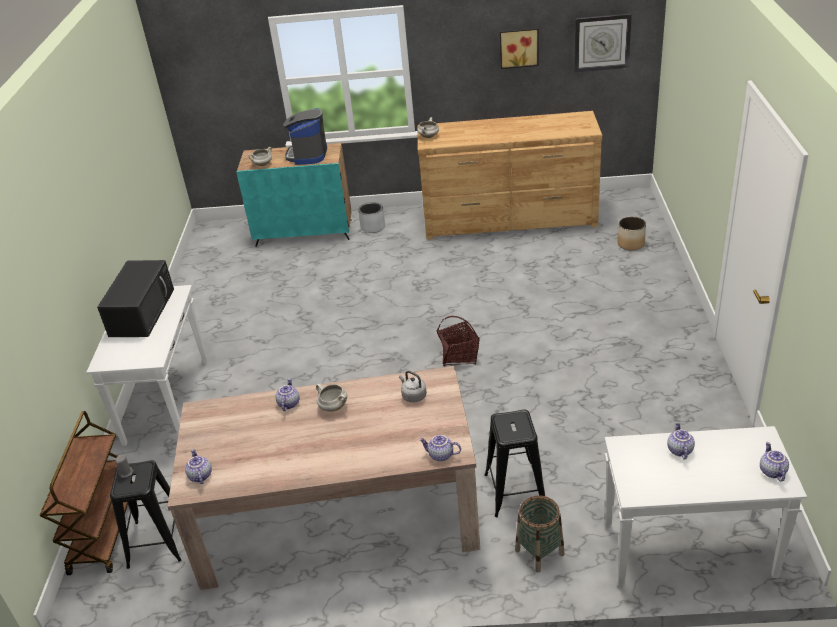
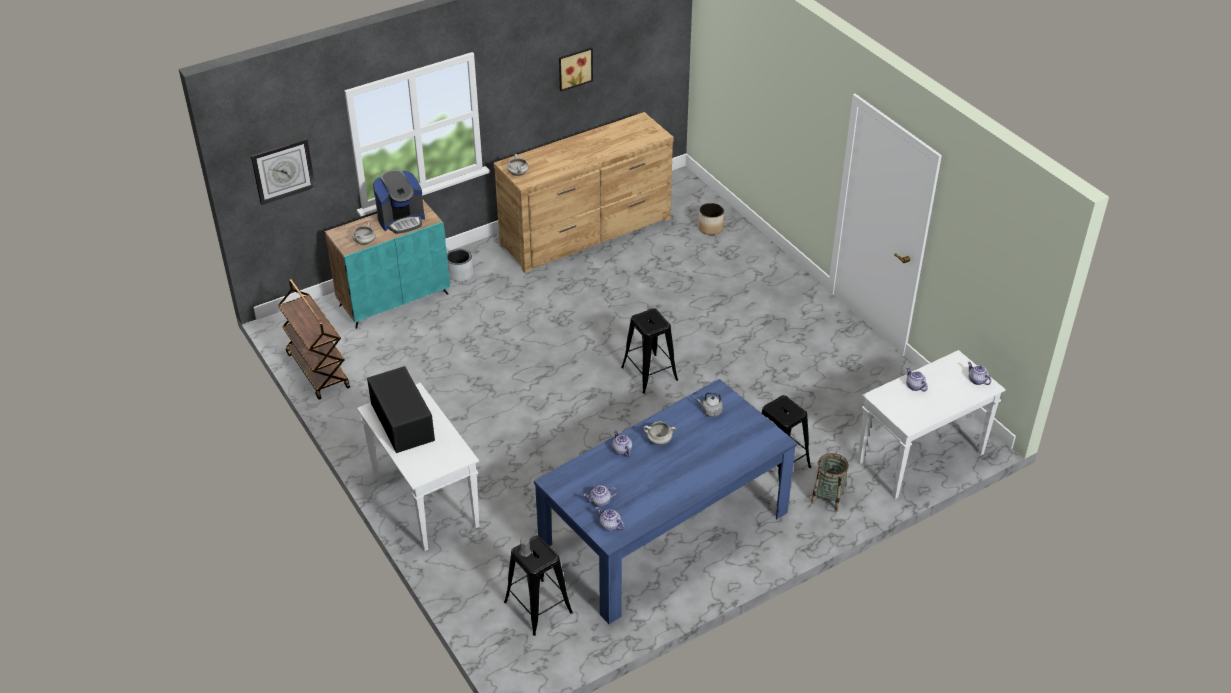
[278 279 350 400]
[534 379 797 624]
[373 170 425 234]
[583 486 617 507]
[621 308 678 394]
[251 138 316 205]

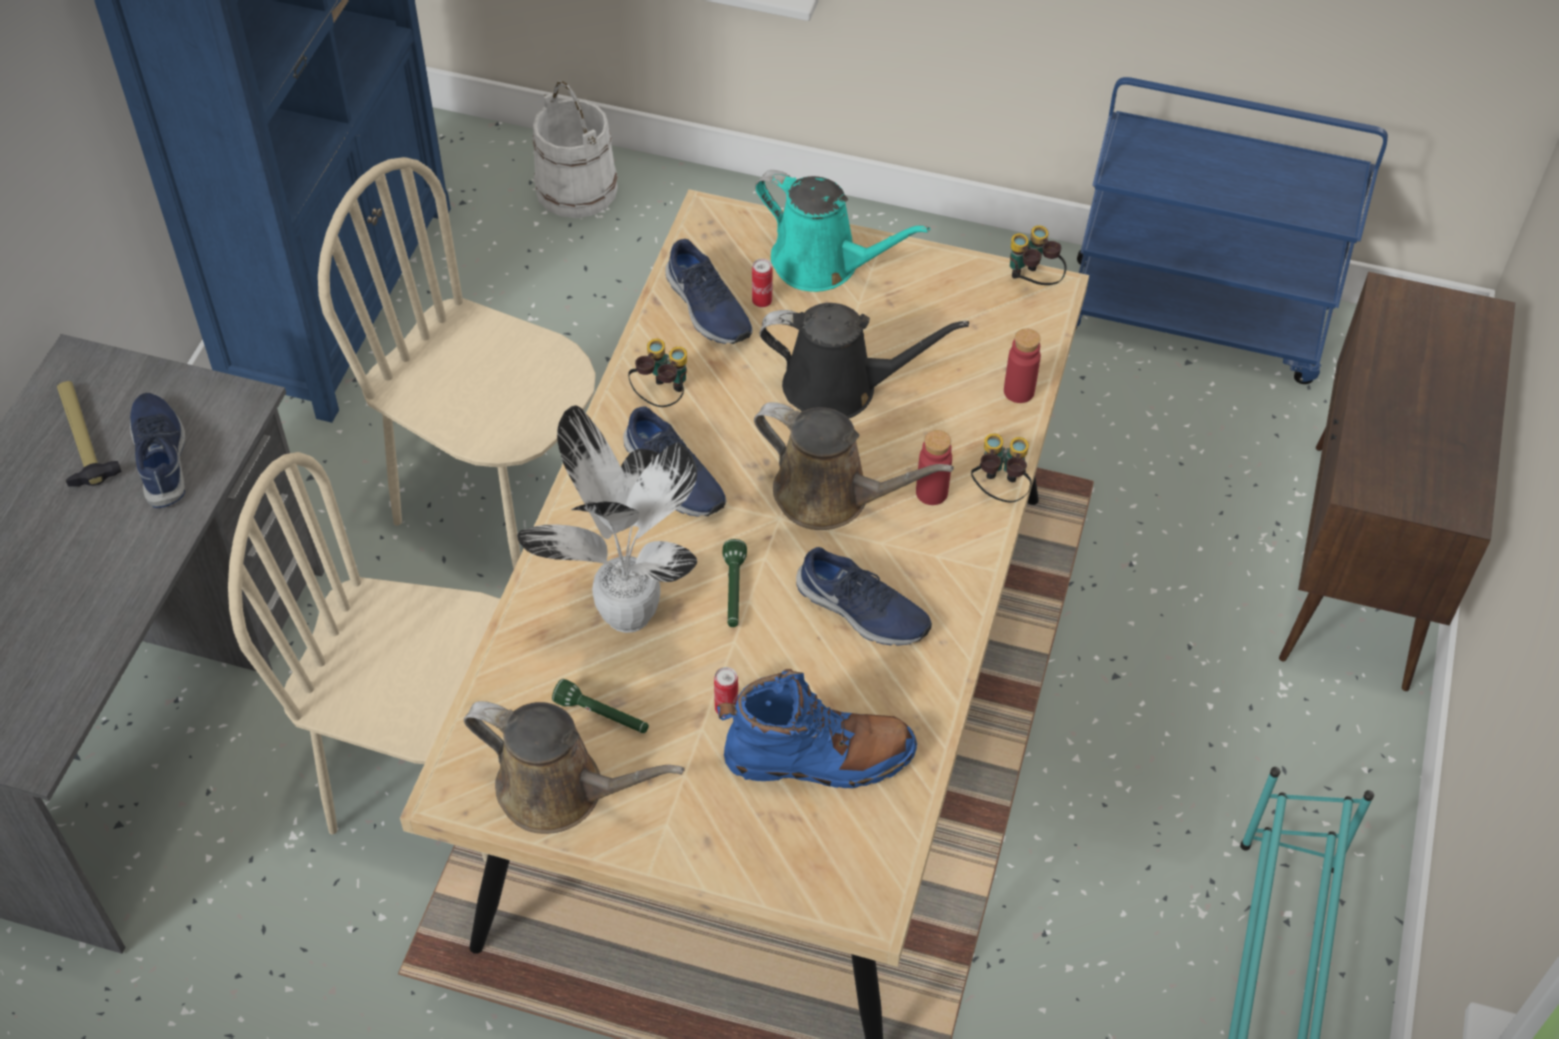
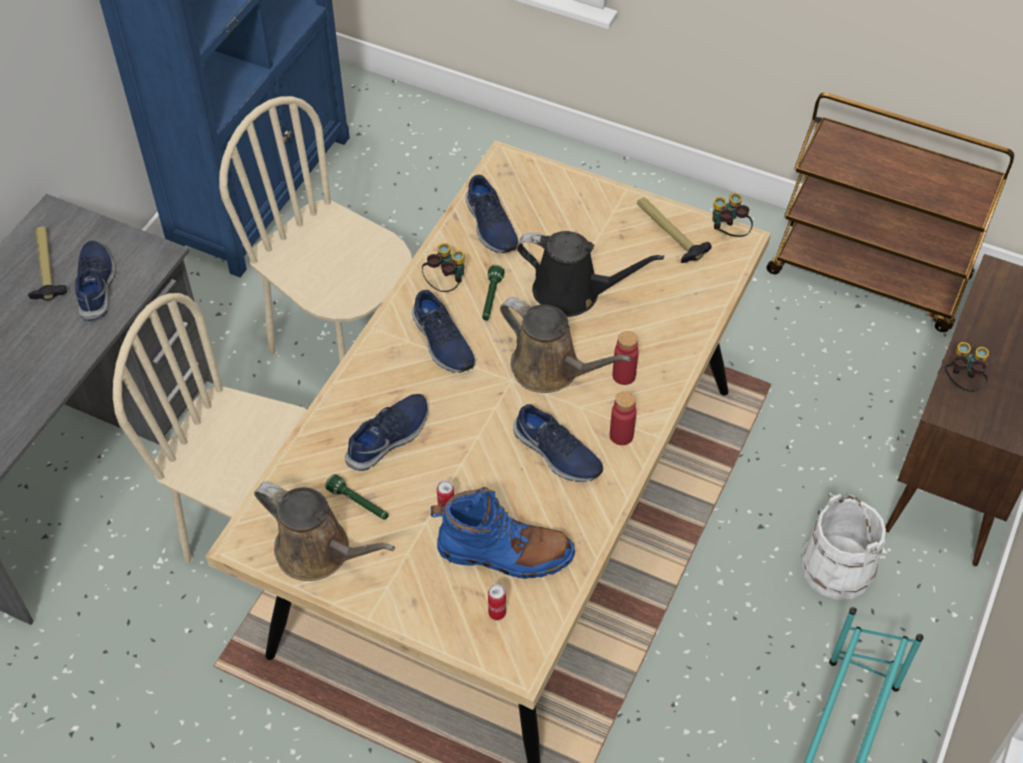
[345 394 428 471]
[801 493 886 600]
[482 265 504 320]
[488 584 506 620]
[755 170 930 292] (first image)
[945 342 989 392]
[610 391 636 445]
[766 93 1014 332]
[637 197 712 263]

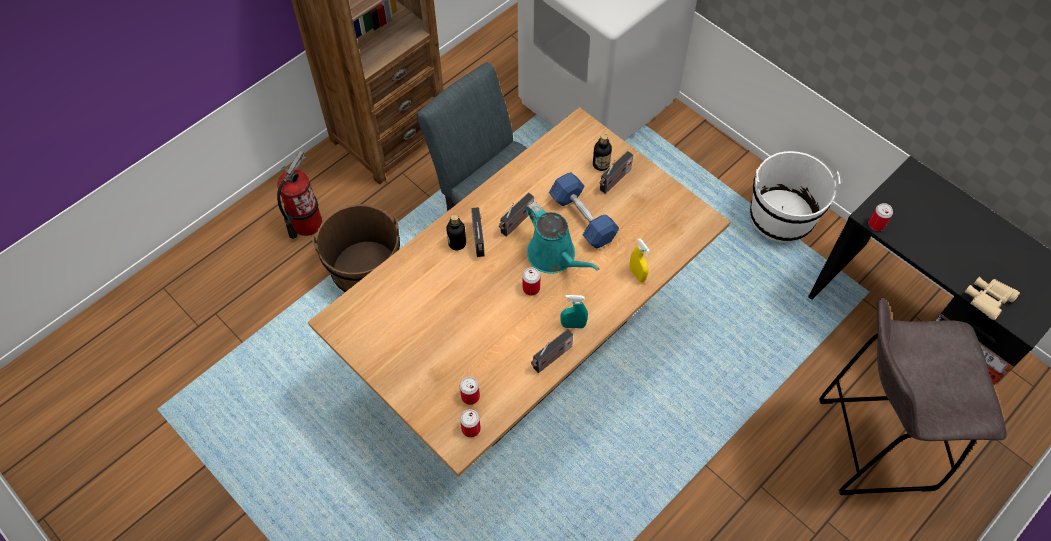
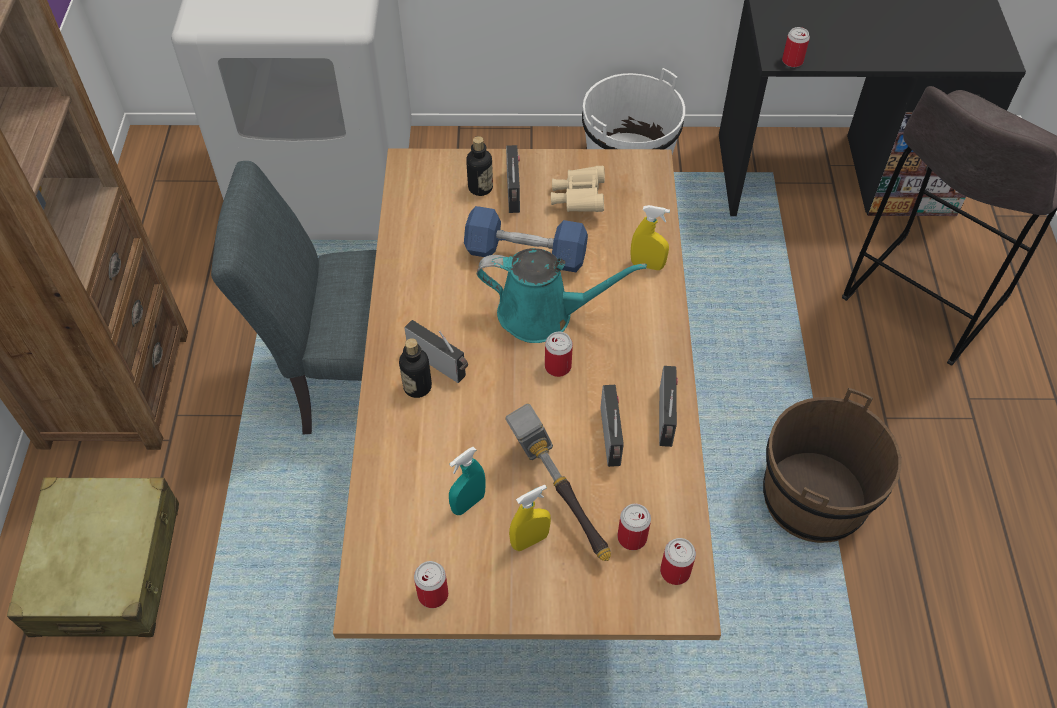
[7 477 179 637]
[763 388 902 543]
[600 385 624 467]
[449 447 486 515]
[551 166 605 212]
[414 561 448 608]
[505 403 611 561]
[509 485 551 551]

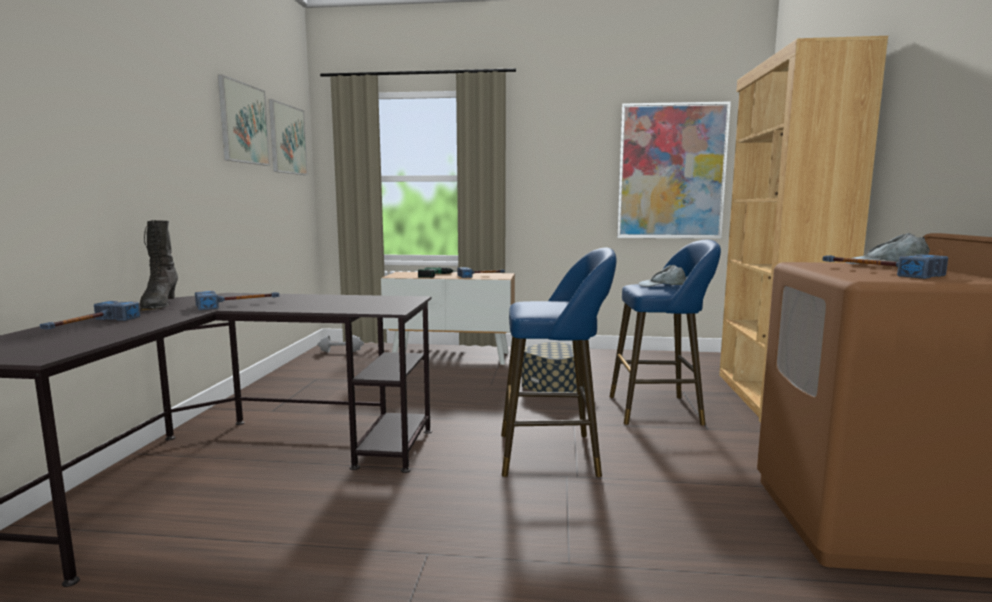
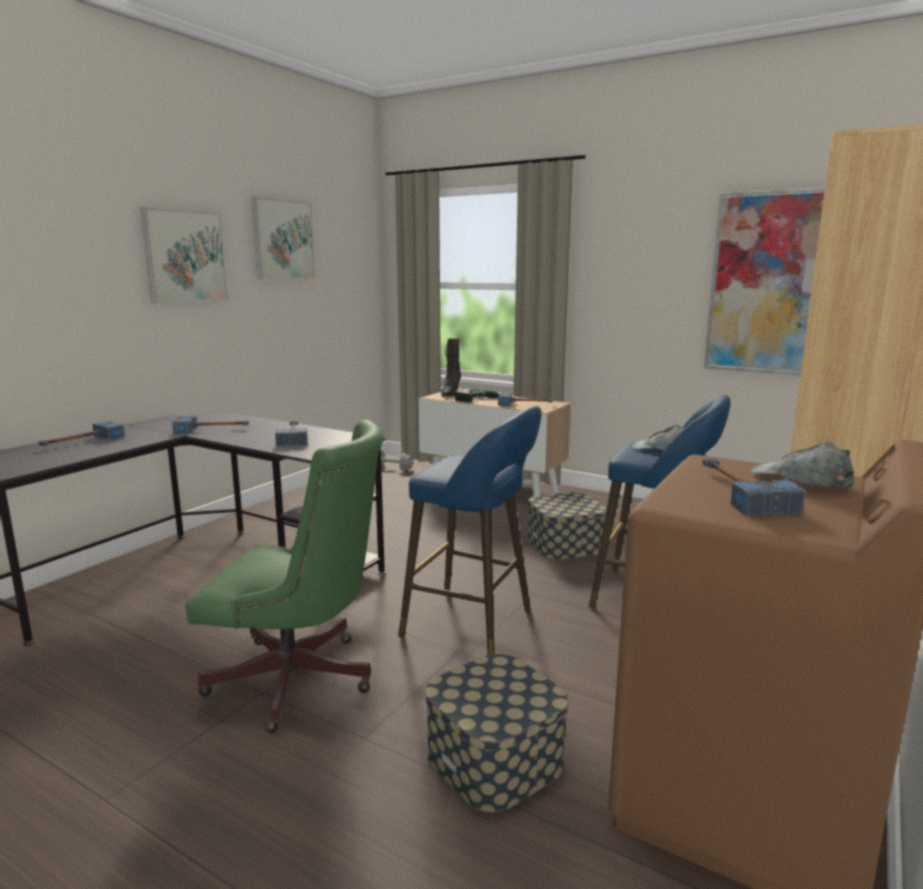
[441 339 461 397]
[140 207 229 304]
[185 420 384 733]
[275 421 308 446]
[425 654 568 813]

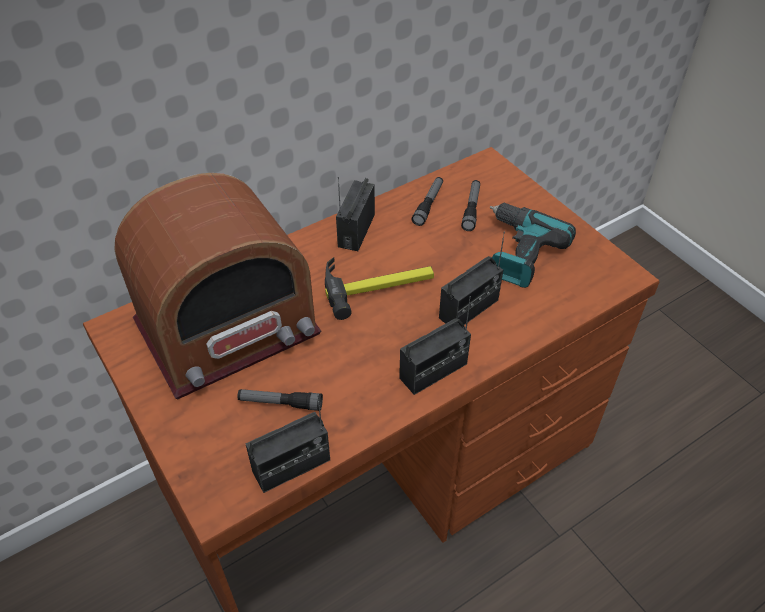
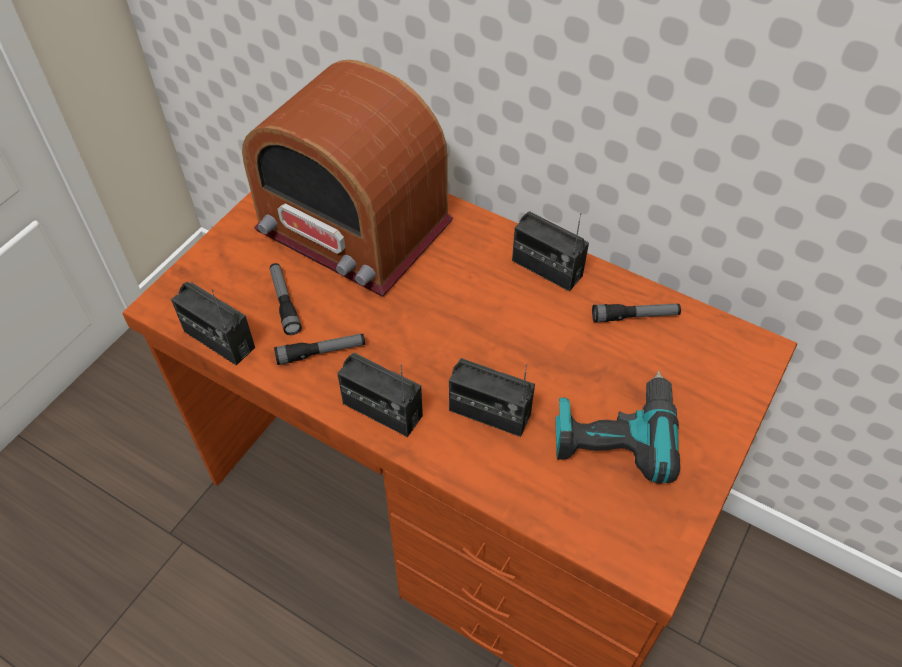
[325 257 434 320] (first image)
[512 211 589 291]
[274 334 365 365]

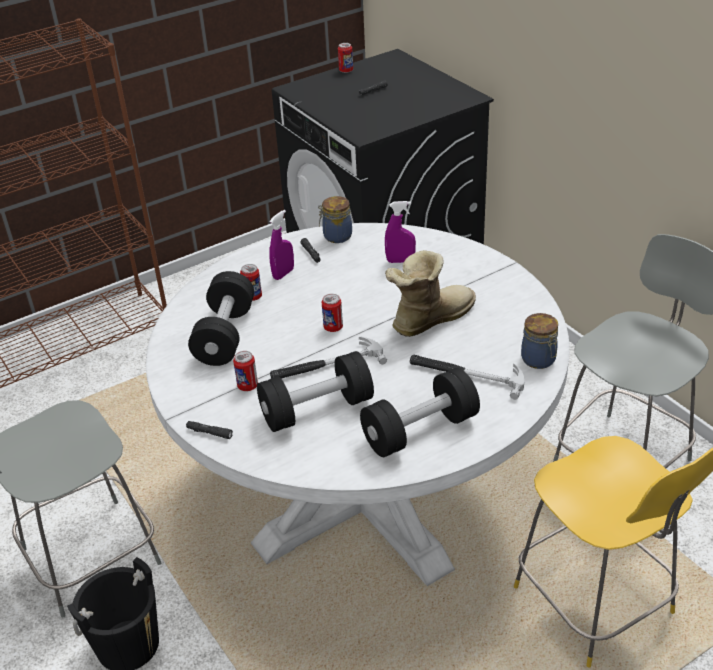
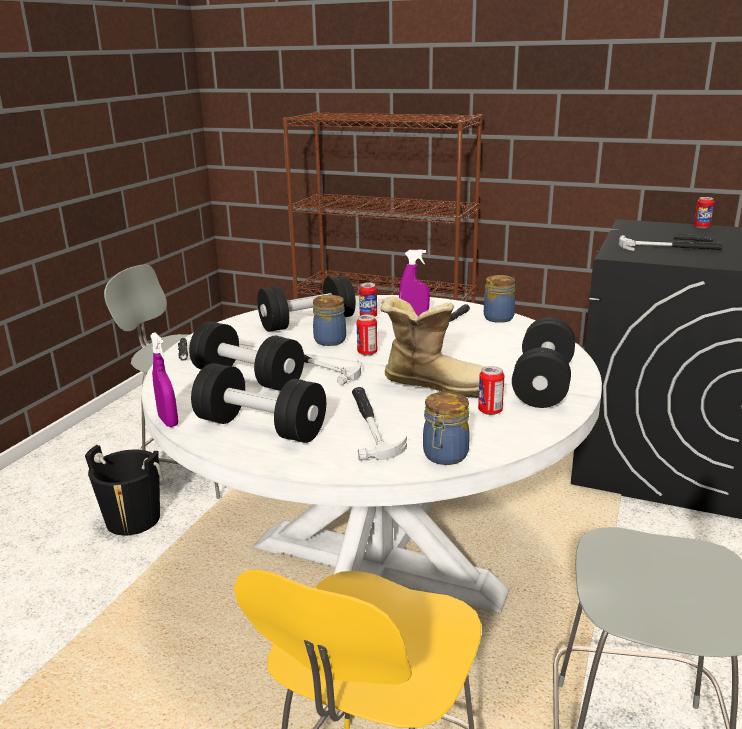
[478 366 505 415]
[150 333 178 427]
[313 295 346 346]
[512 317 575 408]
[619 235 723 251]

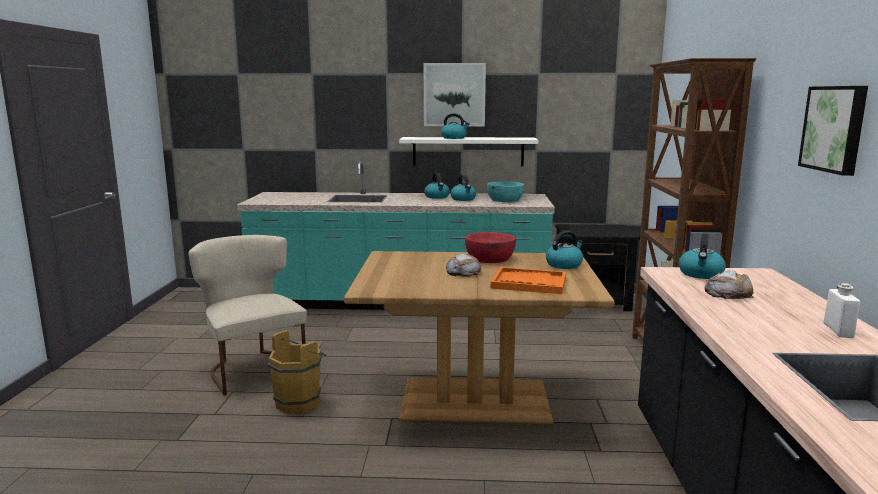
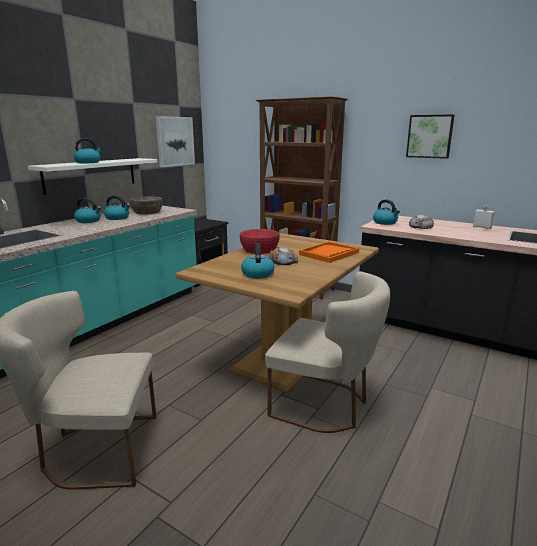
[268 330 327 414] (first image)
[156 116 195 167]
[130 196 163 215]
[241 243 275 279]
[265 272 390 433]

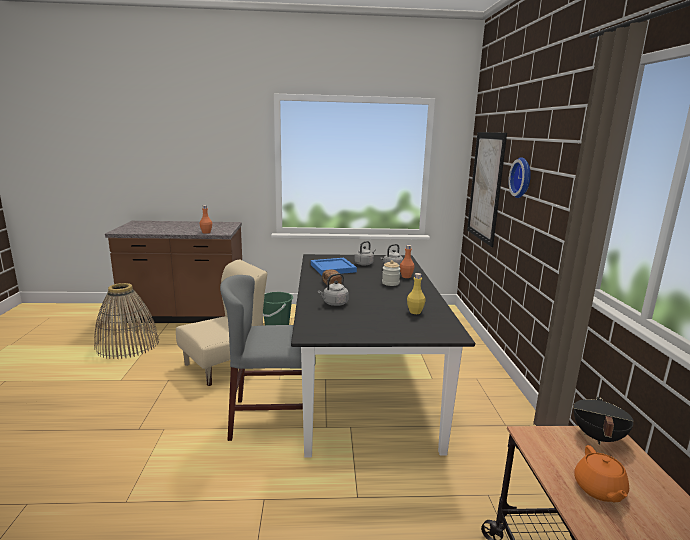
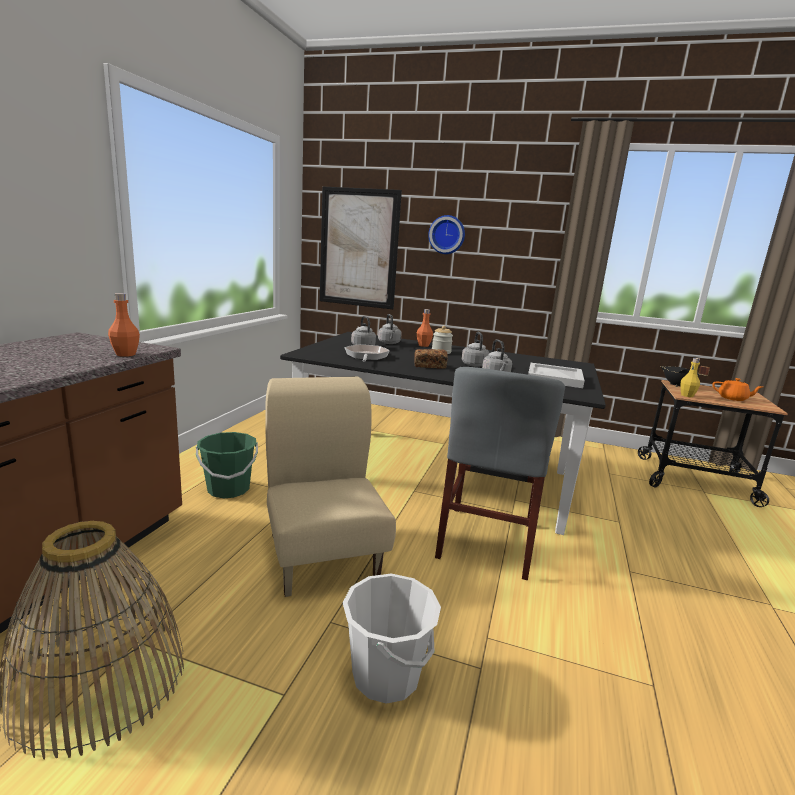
[345 344 390 362]
[680 358 700 397]
[343 573 441 704]
[462 332 489 367]
[528 363 585 388]

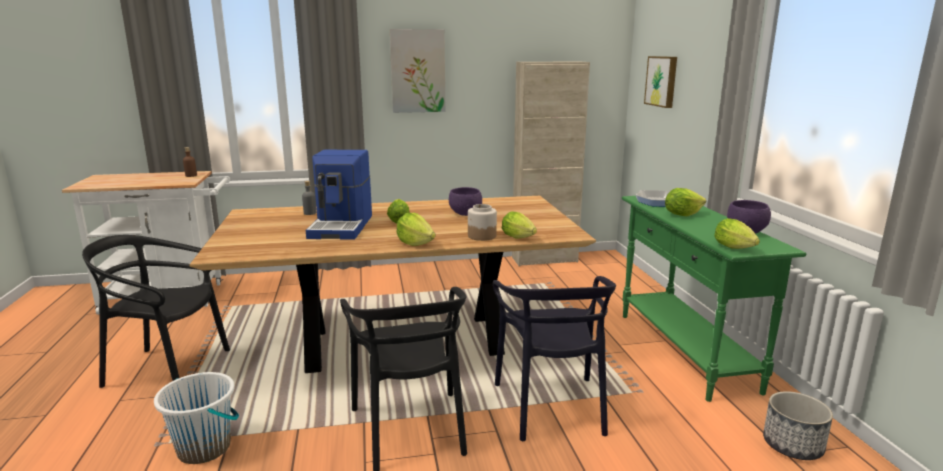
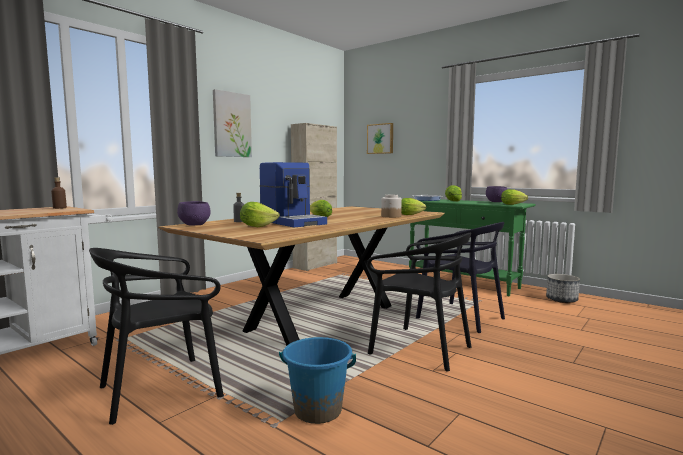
[279 337 356 424]
[240 202 279 227]
[177 201 211 225]

